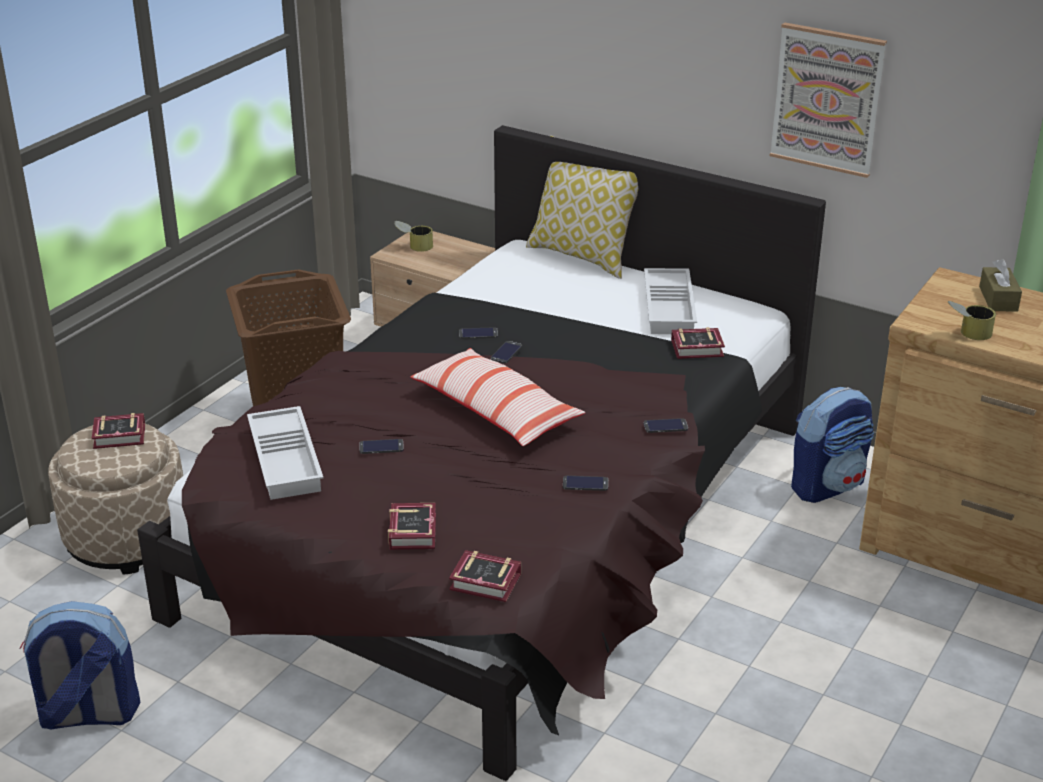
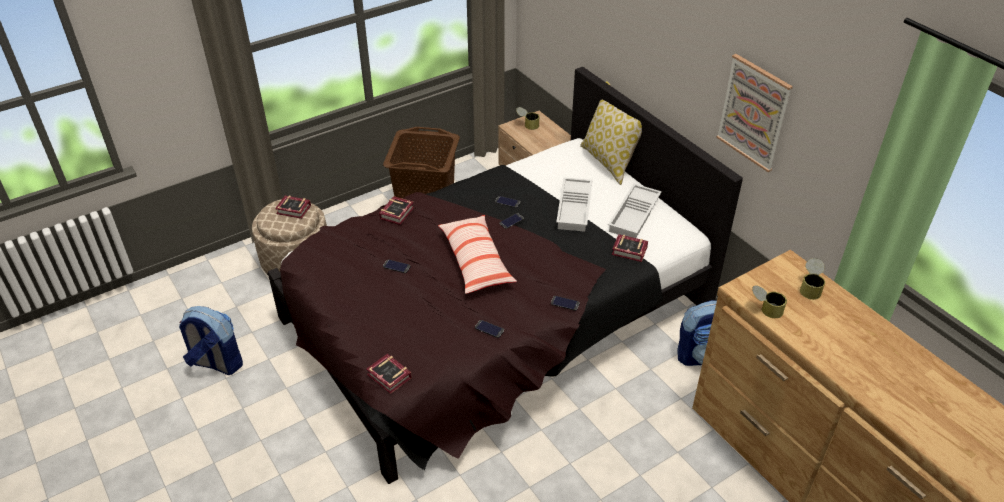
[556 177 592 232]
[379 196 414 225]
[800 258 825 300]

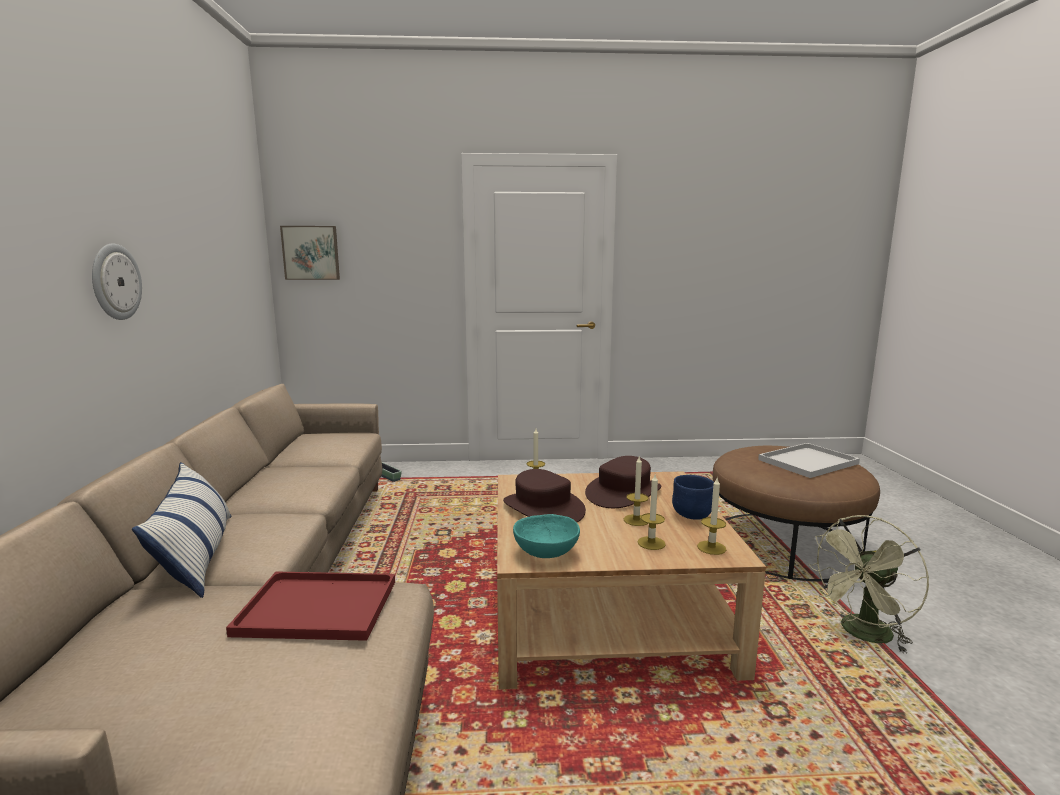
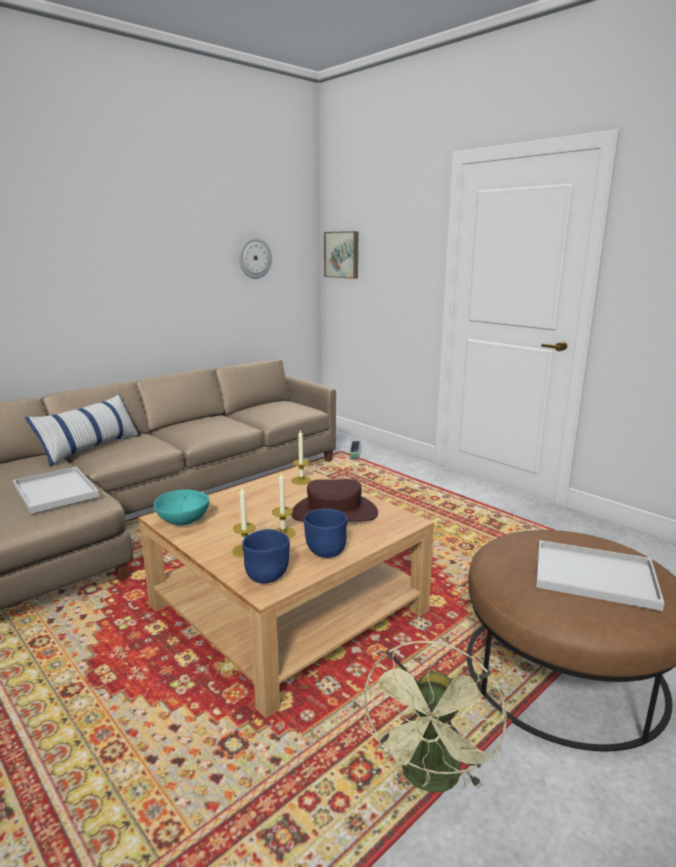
[239 237 272 279]
[13 467 99 513]
[503 469 586 522] (first image)
[242 529 290 584]
[362 641 507 792]

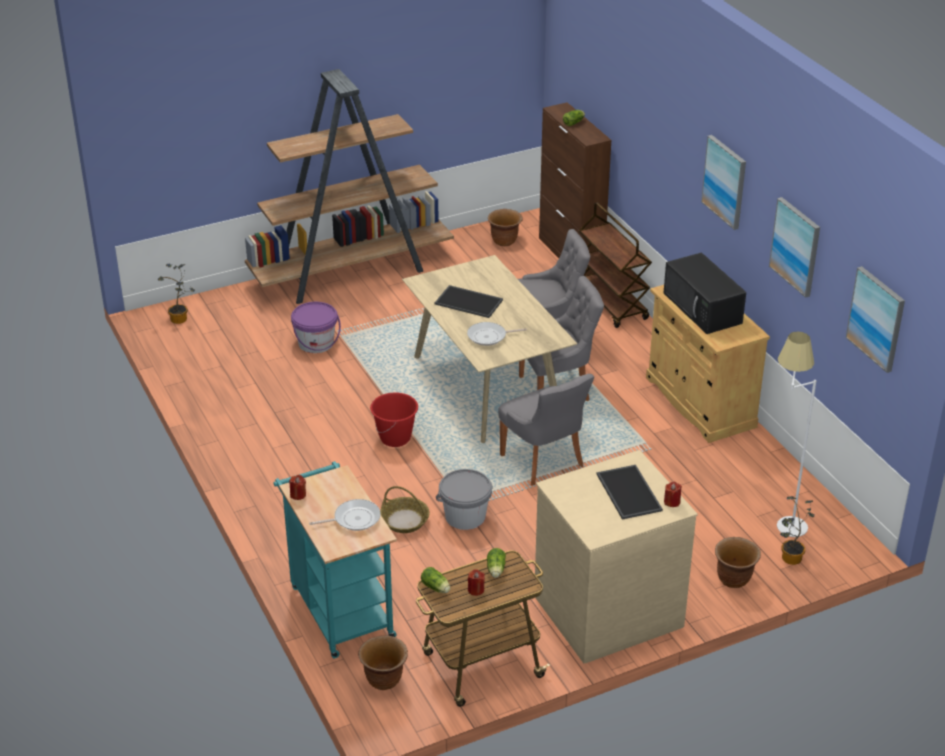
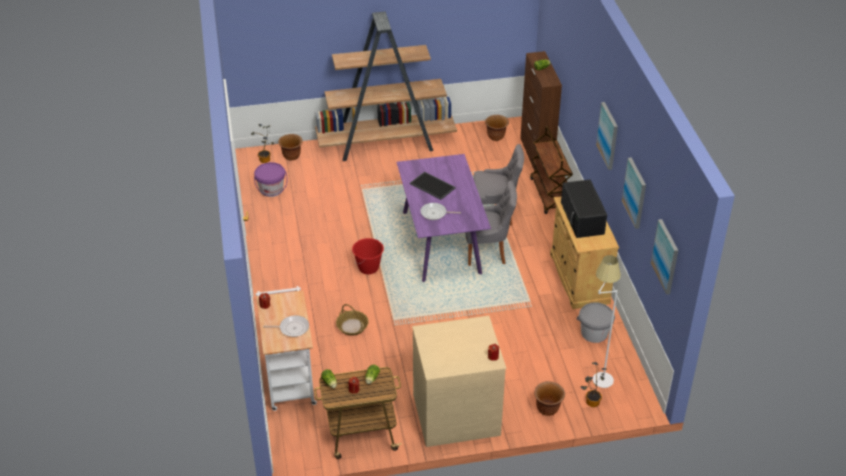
[256 286 317 411]
[254 162 288 197]
[278 134 303 161]
[396 154 491 282]
[577 302 615 343]
[498 374 594 486] (first image)
[597 465 663 520] (first image)

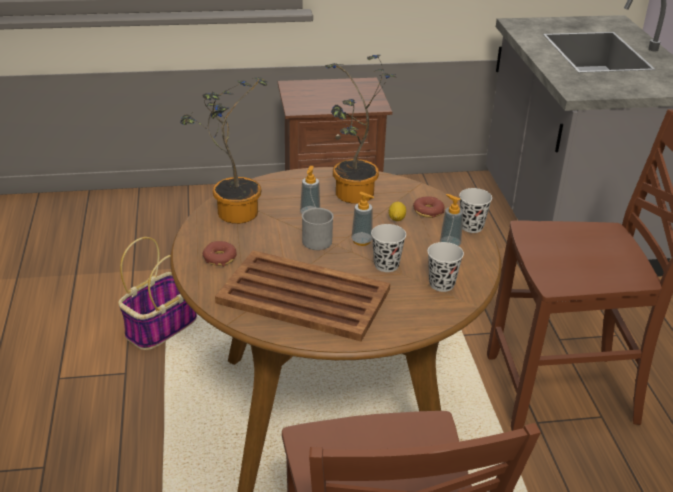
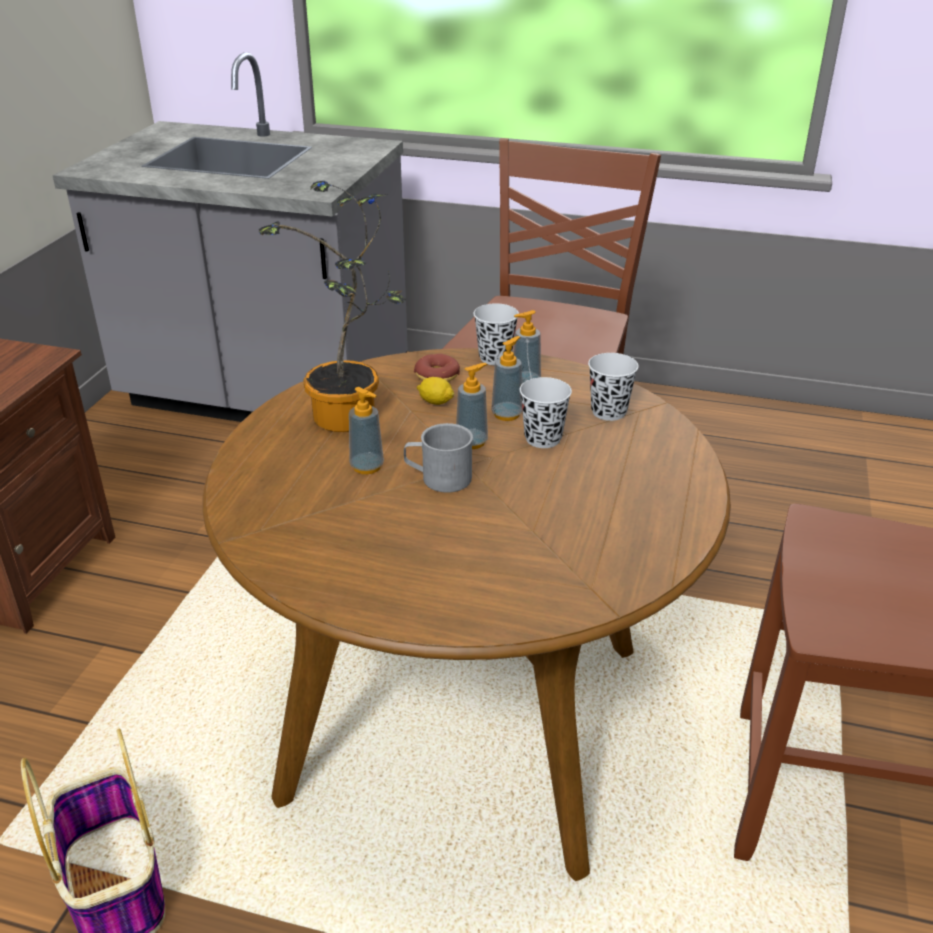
[180 77 268 224] (first image)
[203 241 237 267] (first image)
[215 250 390 342] (first image)
[491 336 522 421]

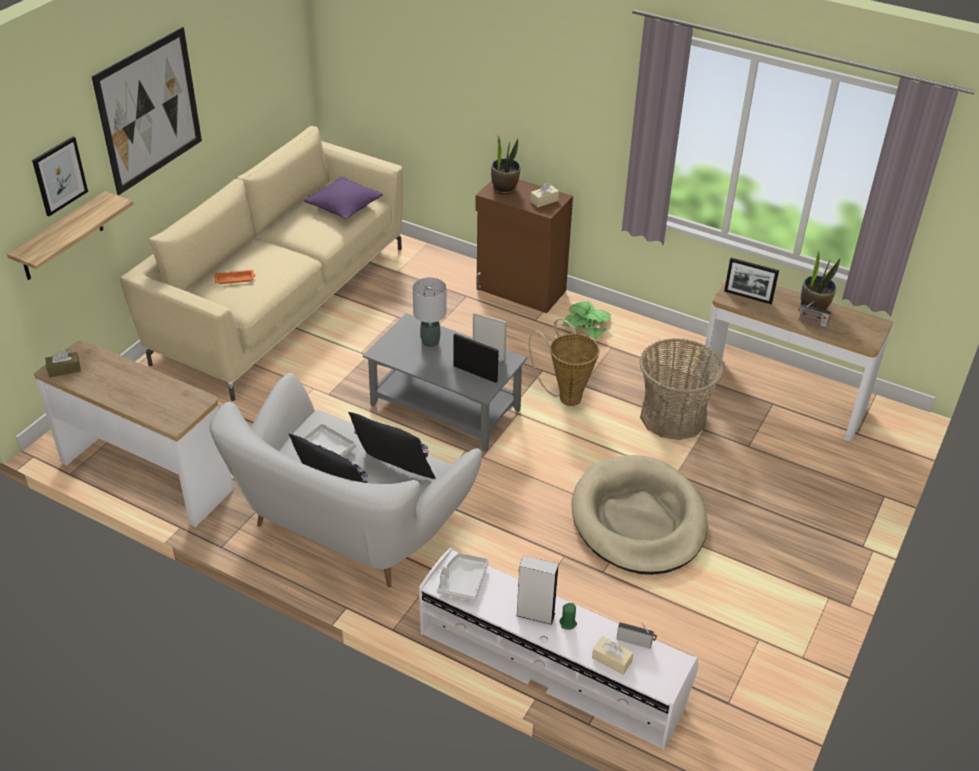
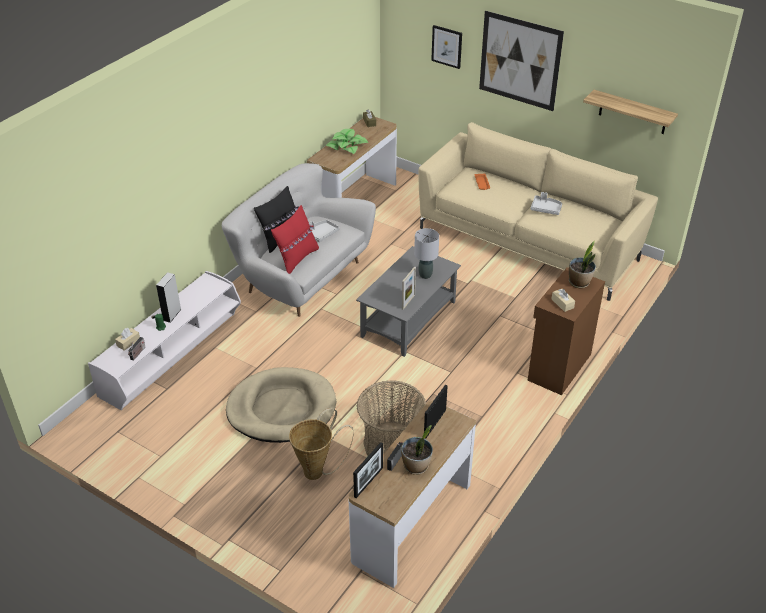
[583 90 678 134]
[303 176 383 219] (first image)
[271 205 319 274]
[530 192 562 215]
[353 442 383 498]
[289 408 354 480]
[326 129 368 154]

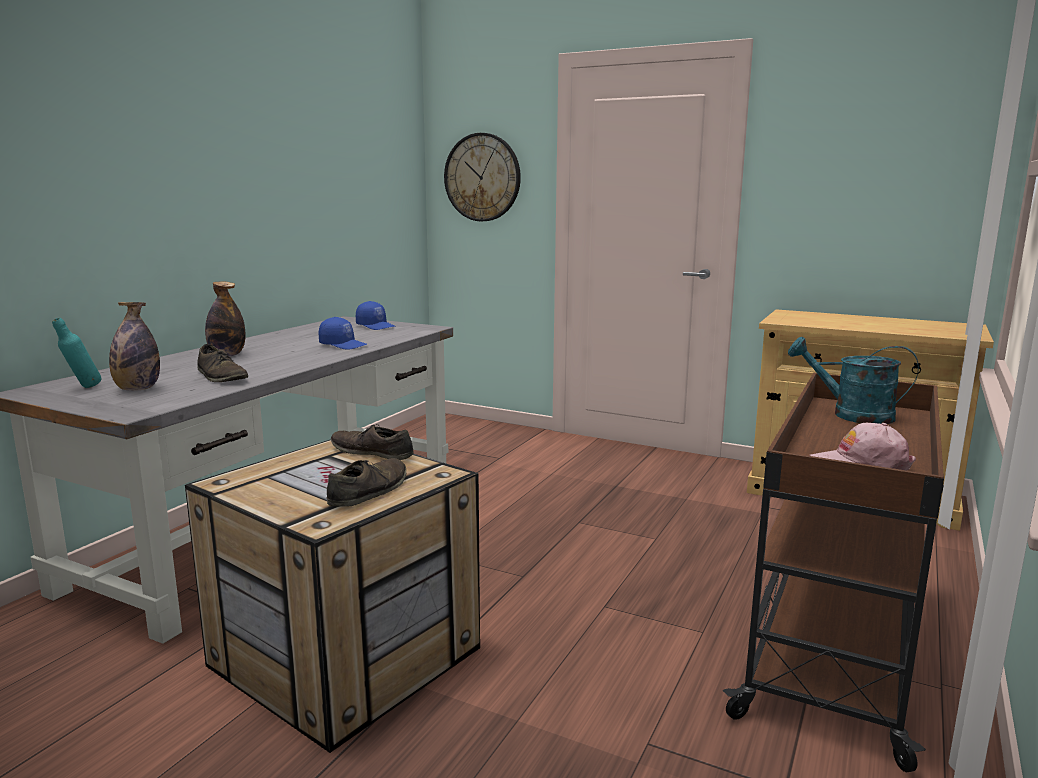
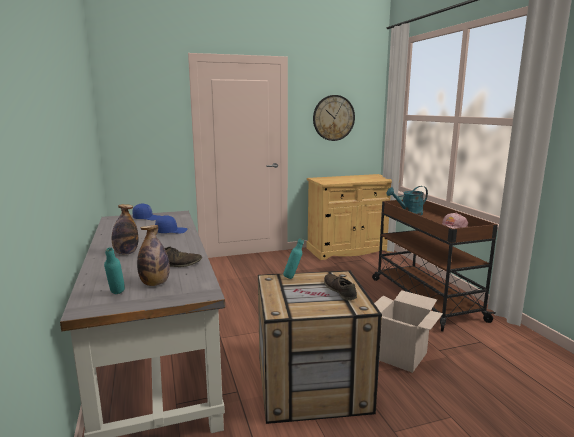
[283 238 304 279]
[313 95 355 141]
[374 290 443 373]

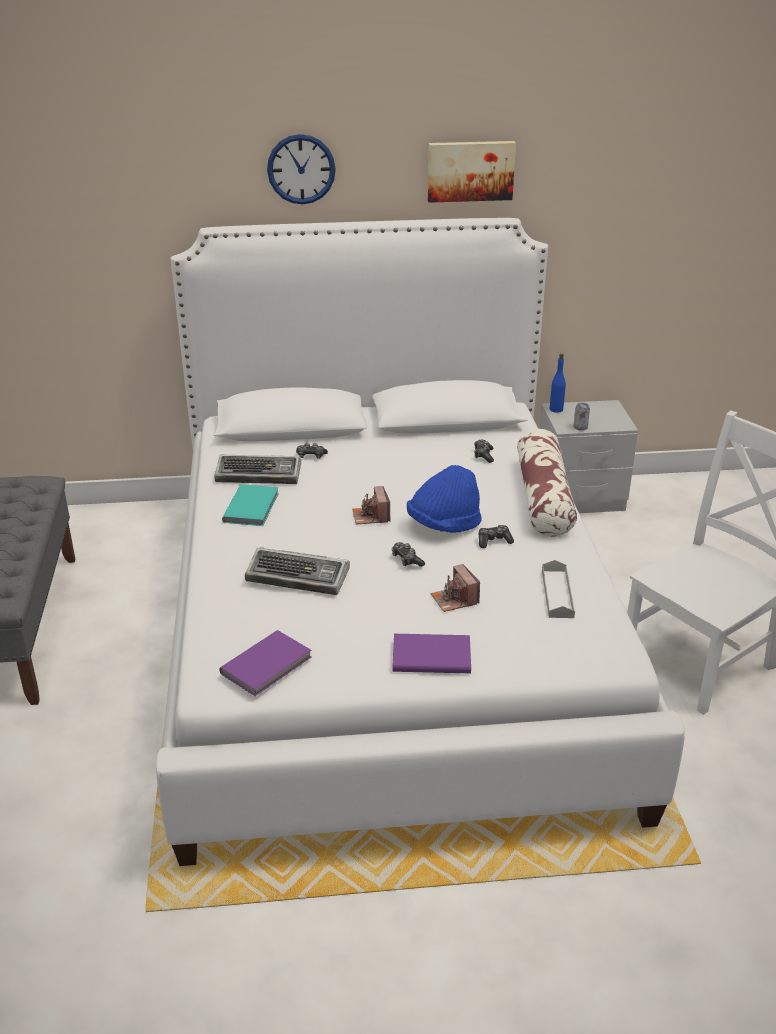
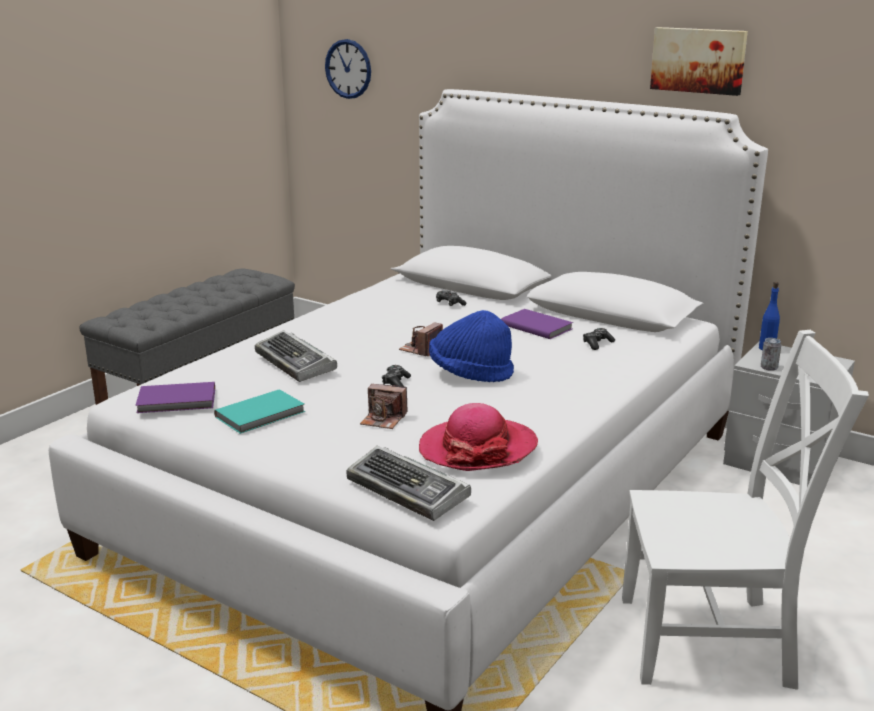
[346 446 471 521]
[214 389 305 434]
[325 39 371 99]
[501 309 573 339]
[360 384 408 429]
[479 525 514 548] (first image)
[517 429 577 537] (first image)
[419 403 538 471]

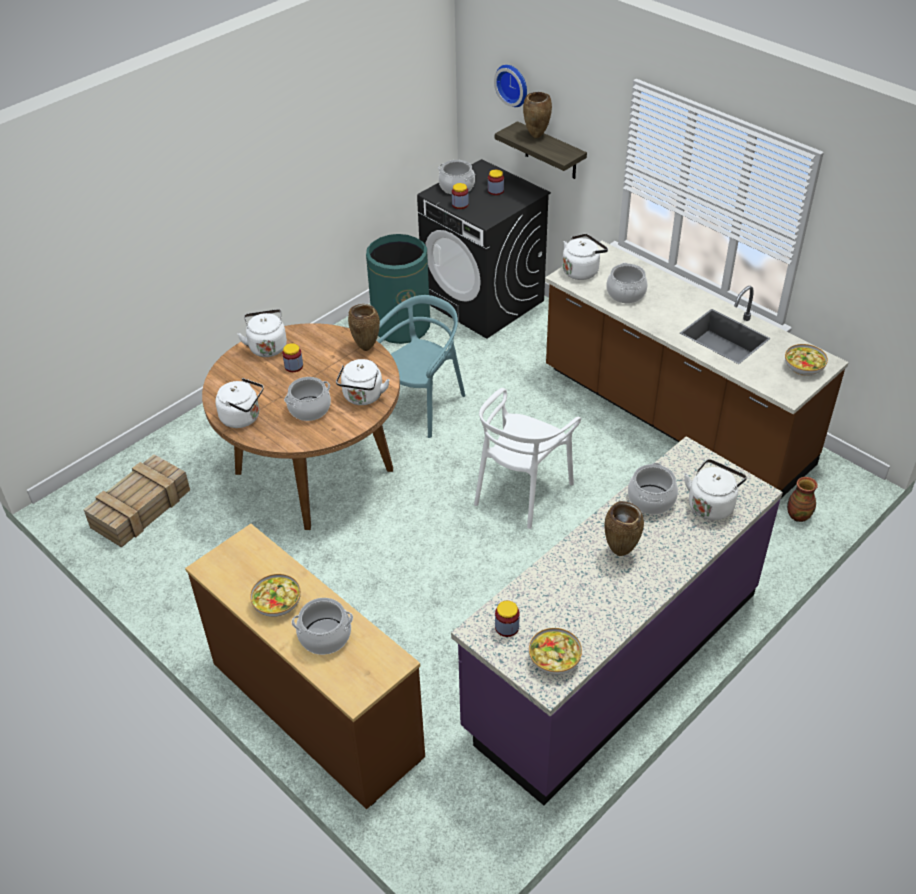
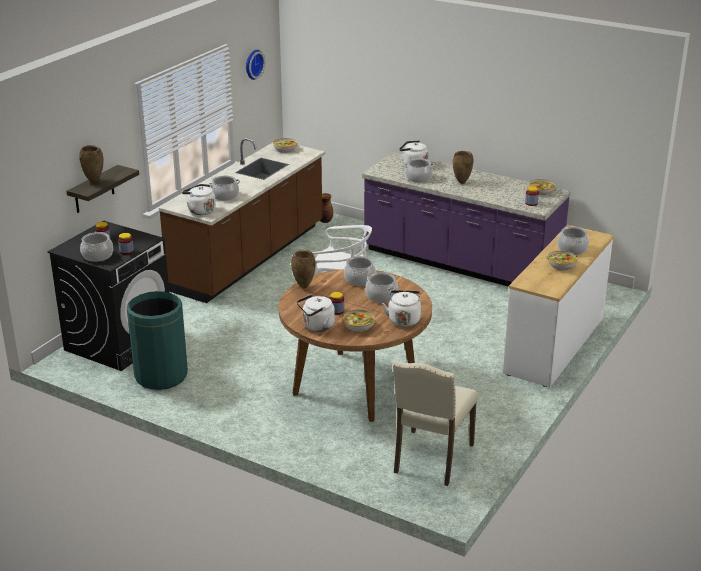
[393 361 478 486]
[503 225 614 388]
[344 256 376 286]
[377 295 466 438] (first image)
[246 50 265 80]
[343 310 375 332]

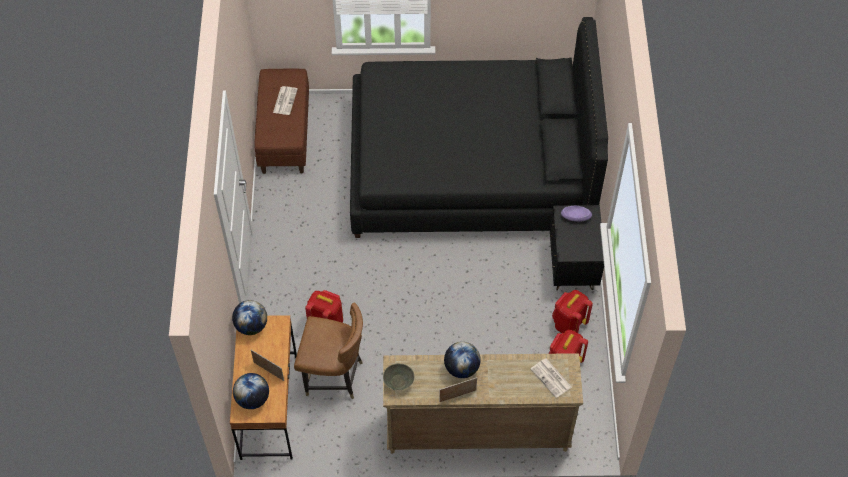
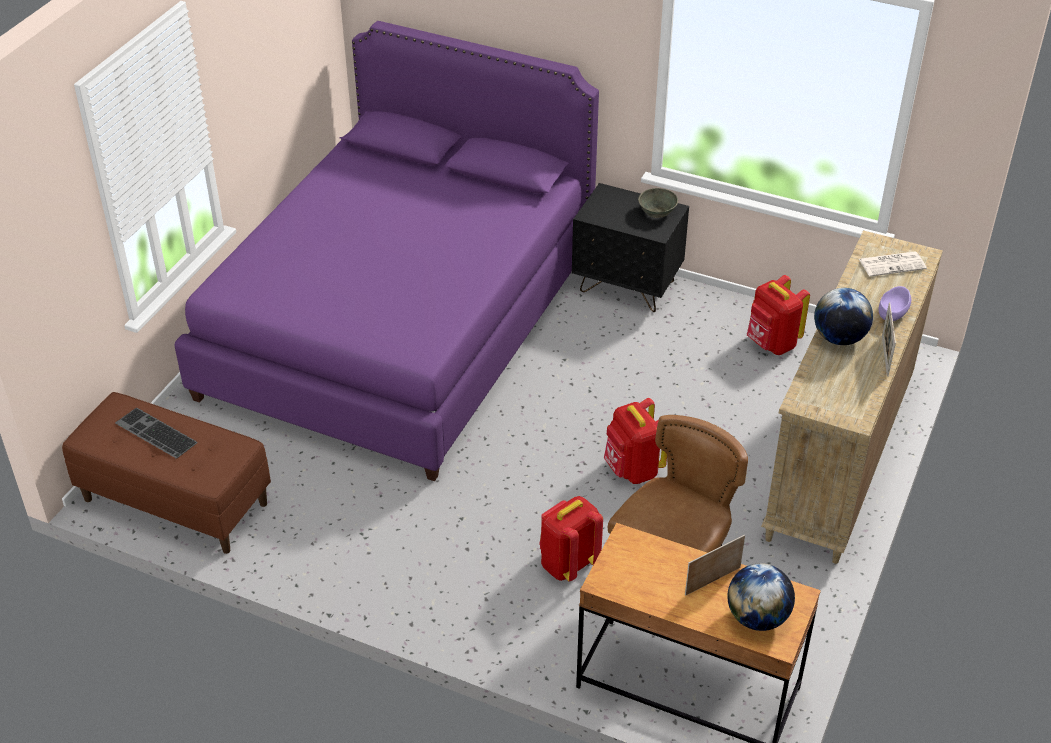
[232 300 267 335] (first image)
[115 407 198 458]
[174 21 599 481]
[638 188 678 218]
[604 398 667 484]
[879 286 911 321]

